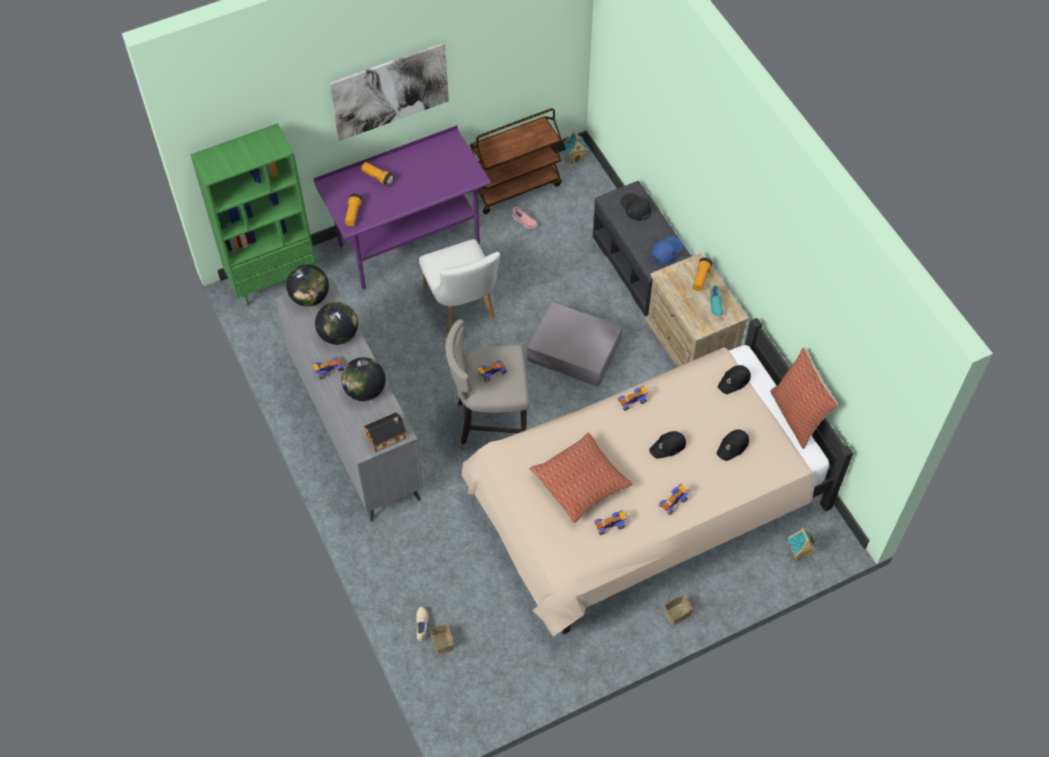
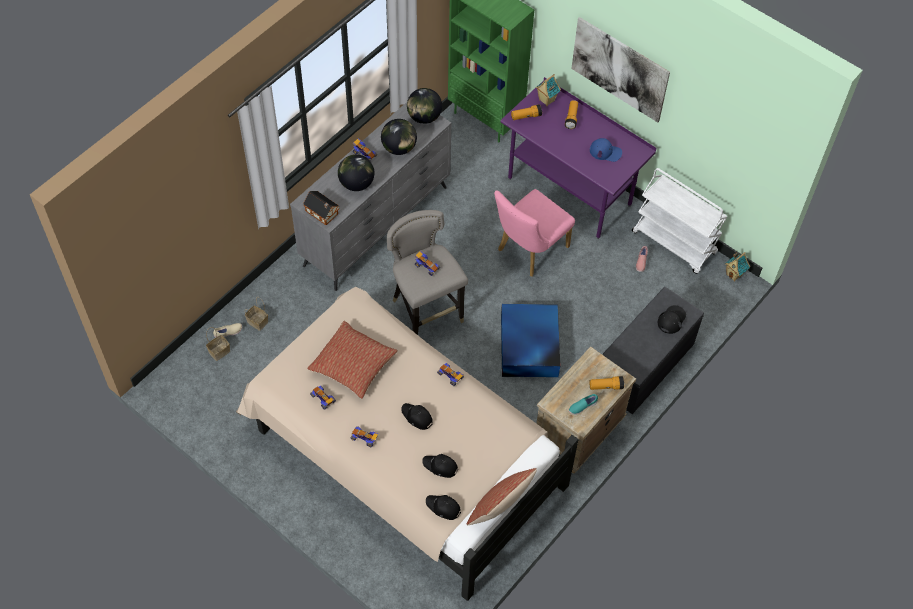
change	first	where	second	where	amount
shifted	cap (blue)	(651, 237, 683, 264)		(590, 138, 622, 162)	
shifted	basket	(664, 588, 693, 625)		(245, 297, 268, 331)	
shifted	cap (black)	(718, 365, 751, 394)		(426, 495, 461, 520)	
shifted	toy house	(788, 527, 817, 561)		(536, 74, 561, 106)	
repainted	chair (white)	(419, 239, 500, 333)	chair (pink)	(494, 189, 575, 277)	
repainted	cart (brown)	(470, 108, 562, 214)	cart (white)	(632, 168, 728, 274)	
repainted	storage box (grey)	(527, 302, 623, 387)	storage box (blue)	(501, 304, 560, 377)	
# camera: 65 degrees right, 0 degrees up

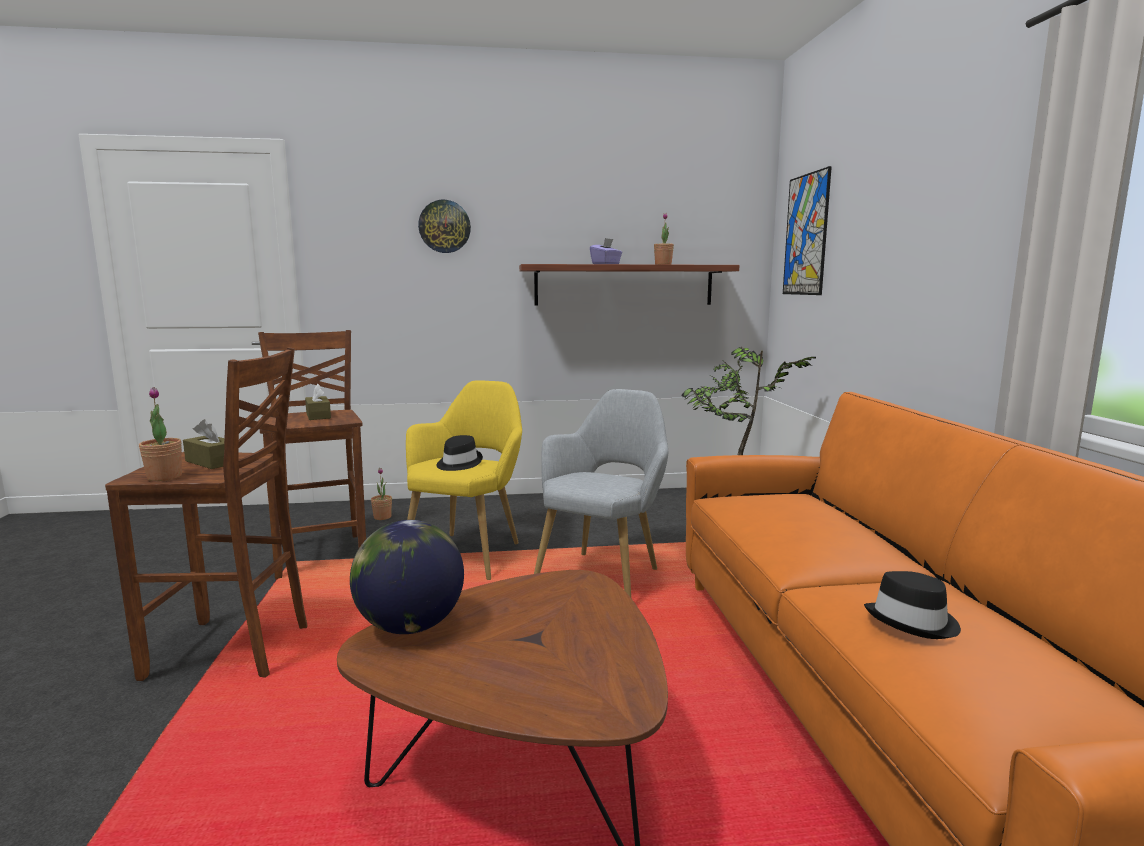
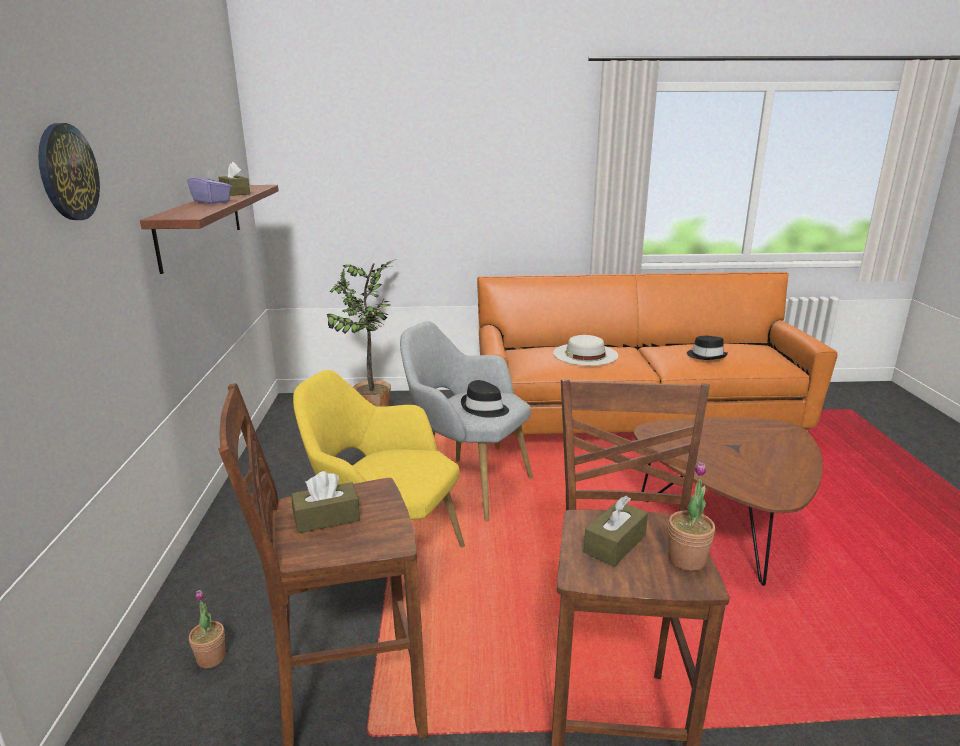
change	first	where	second	where	amount
gone	globe	(350, 520, 464, 634)			
gone	picture	(783, 166, 832, 295)			
new			hat (white)	(553, 335, 618, 366)	
shifted	hat (black)	(437, 435, 483, 471)		(461, 380, 509, 418)	
swapped	potted plant	(654, 213, 674, 265)	tissue box (brown)	(218, 162, 250, 196)	
# camera: 85 degrees left, 10 degrees up

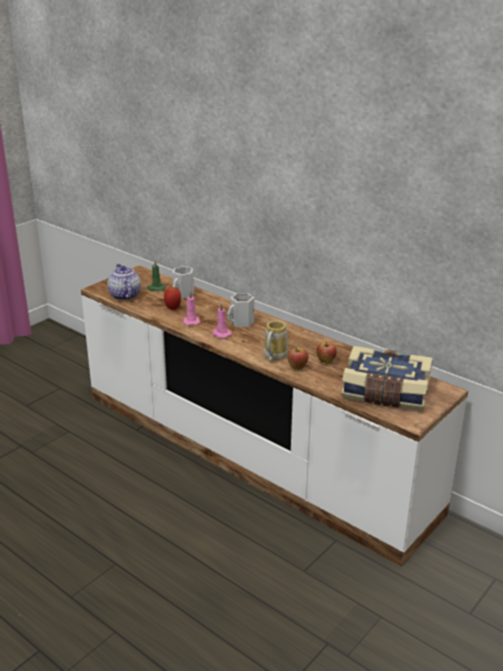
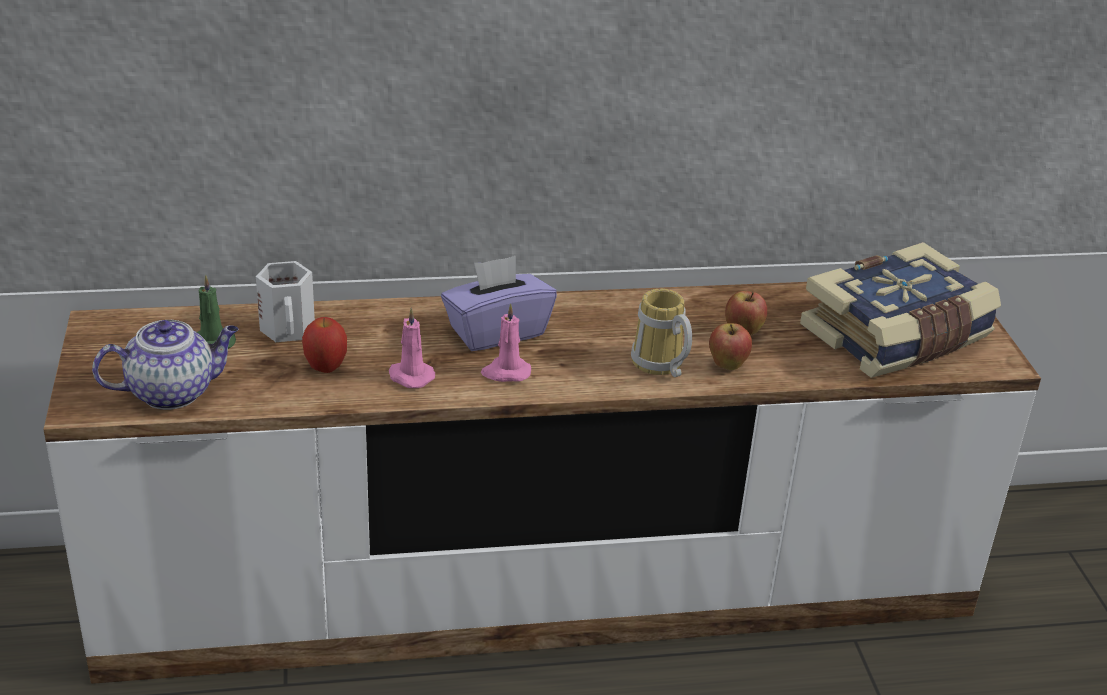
change	first	where	second	where	amount
swapped	mug (white)	(227, 293, 254, 327)	tissue box (purple)	(441, 256, 557, 351)	
rotated	teapot	(107, 264, 141, 300)		(92, 320, 238, 410)	135 degrees clockwise
# camera: 50 degrees left, 5 degrees up

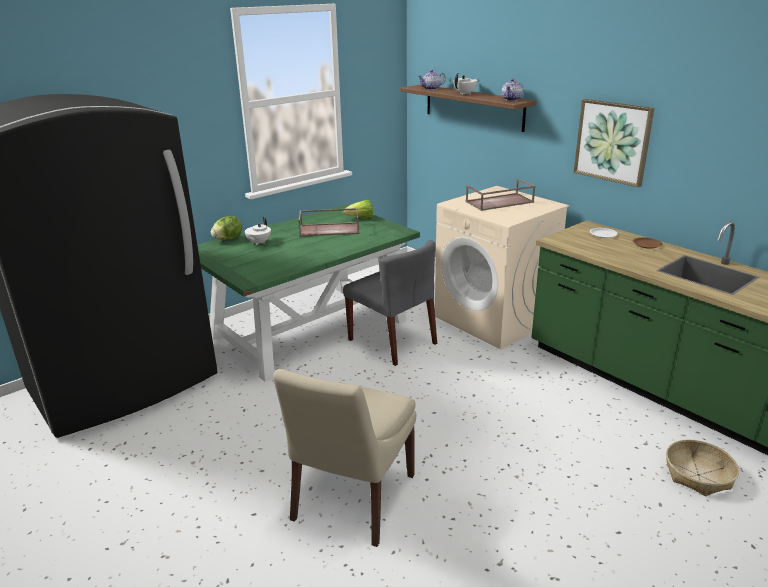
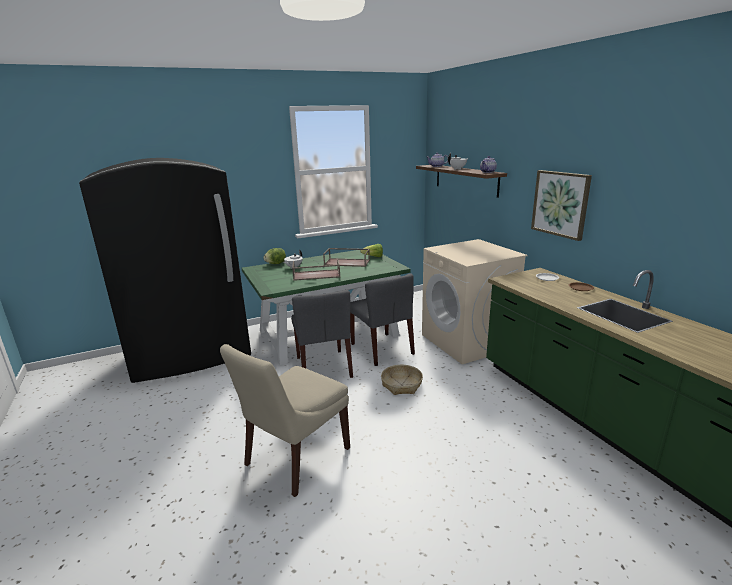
change	first	where	second	where	amount
new			chair (grey)	(291, 290, 353, 378)	
shifted	tray (brown)	(466, 178, 535, 211)		(292, 258, 341, 281)	
shifted	basket	(666, 439, 739, 496)		(381, 365, 423, 395)	
# camera: 15 degrees right, 5 degrees down

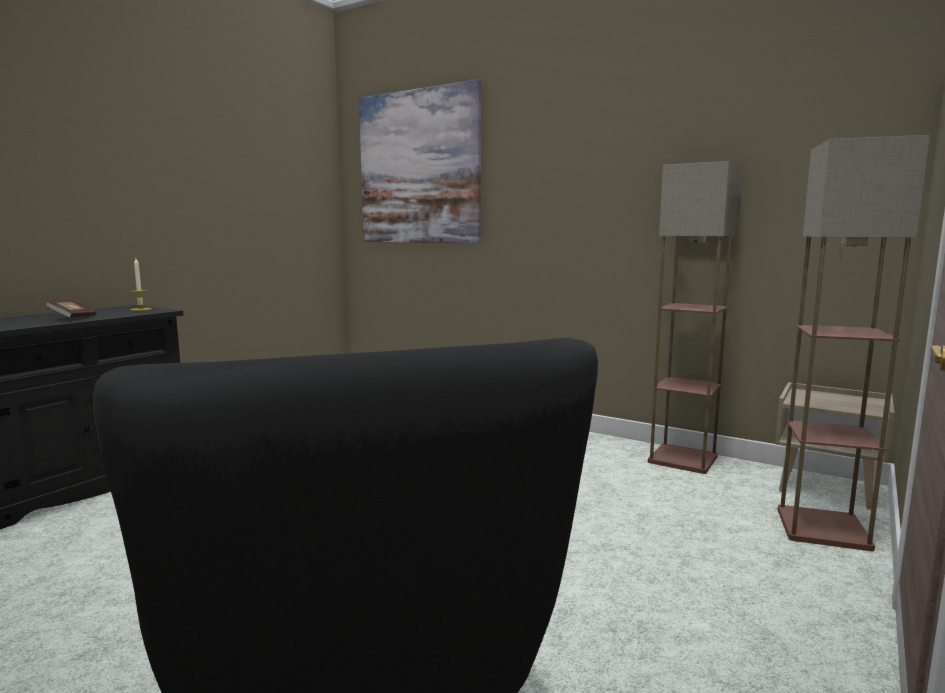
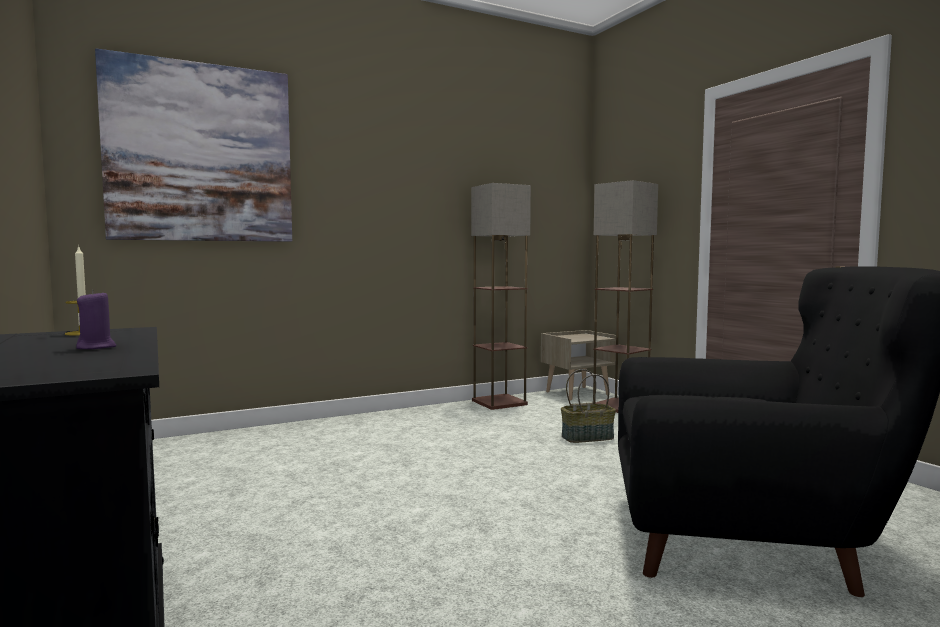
change	first	where	second	where	amount
new			basket	(561, 369, 616, 443)	
swapped	book	(45, 299, 96, 318)	candle (purple)	(76, 290, 116, 349)	
# camera: 60 degrees left, 5 degrees down

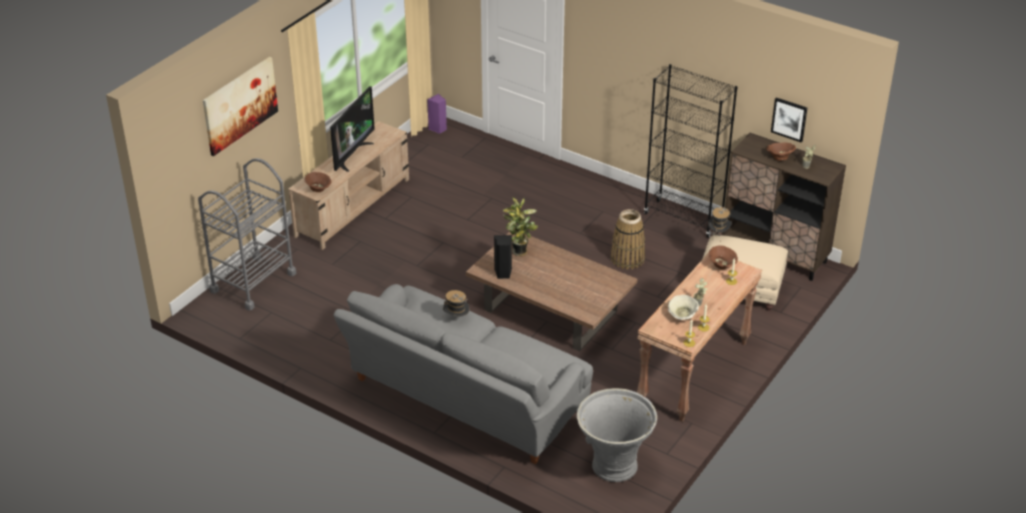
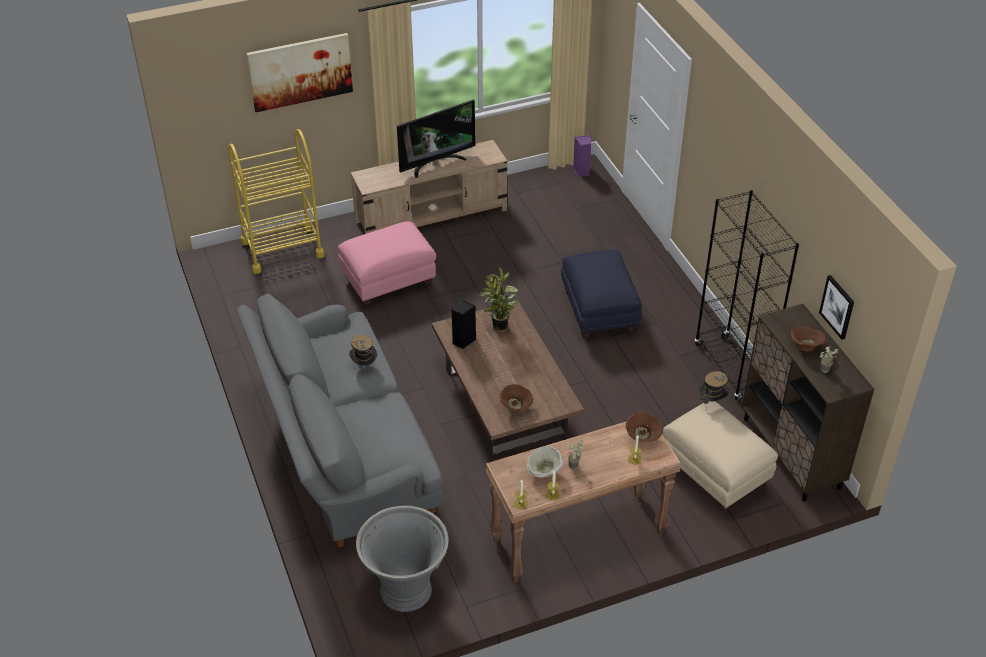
change	first	where	second	where	amount
gone	basket	(610, 209, 645, 270)			
new			ottoman (pink)	(338, 221, 436, 307)	
new			ottoman (blue)	(561, 250, 642, 339)	
shifted	bowl (brown)	(305, 172, 331, 192)		(500, 384, 533, 412)	
repainted	cart (grey)	(198, 158, 296, 310)	cart (yellow)	(228, 129, 325, 274)	
# camera: 35 degrees right, 5 degrees up

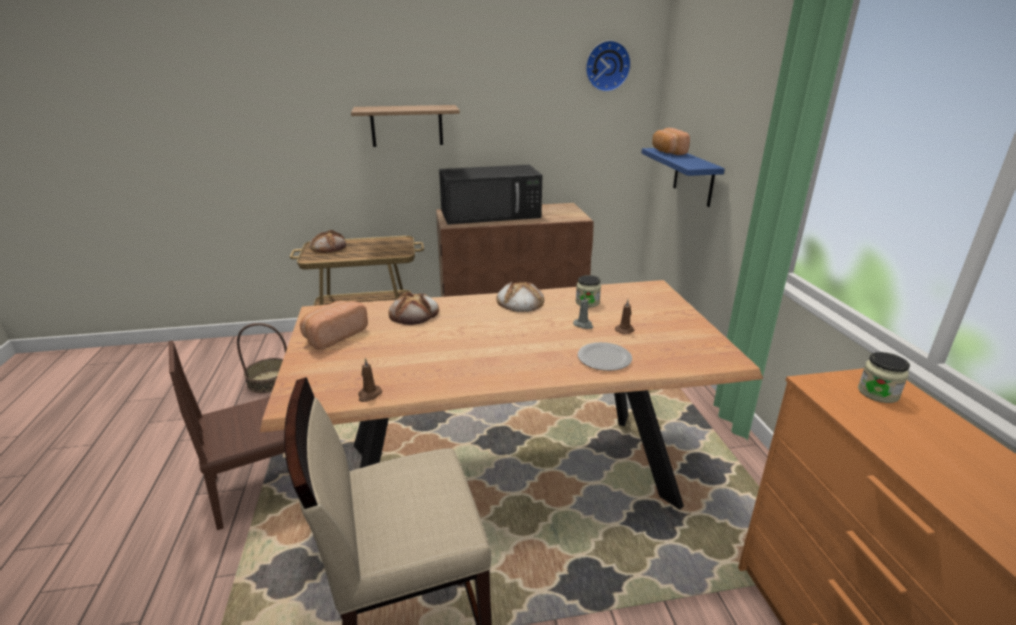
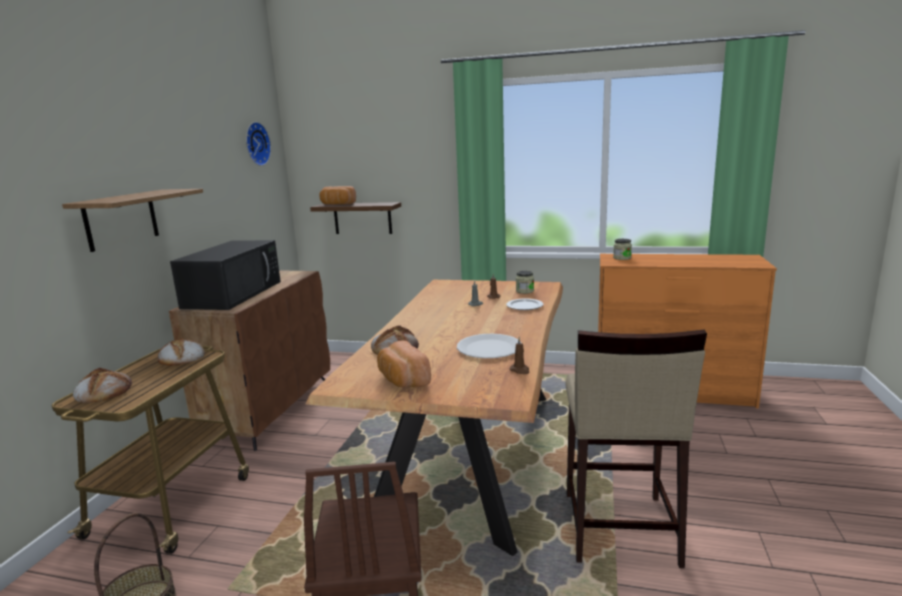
change	first	where	second	where	amount
new			plate (white)	(457, 334, 521, 358)	
shifted	bread	(496, 281, 544, 312)		(158, 338, 205, 366)	
shifted	jar	(576, 275, 601, 307)		(516, 271, 534, 294)	
repainted	shelf (blue)	(642, 148, 725, 207)	shelf (brown)	(310, 202, 401, 234)	
# camera: 65 degrees left, 10 degrees down

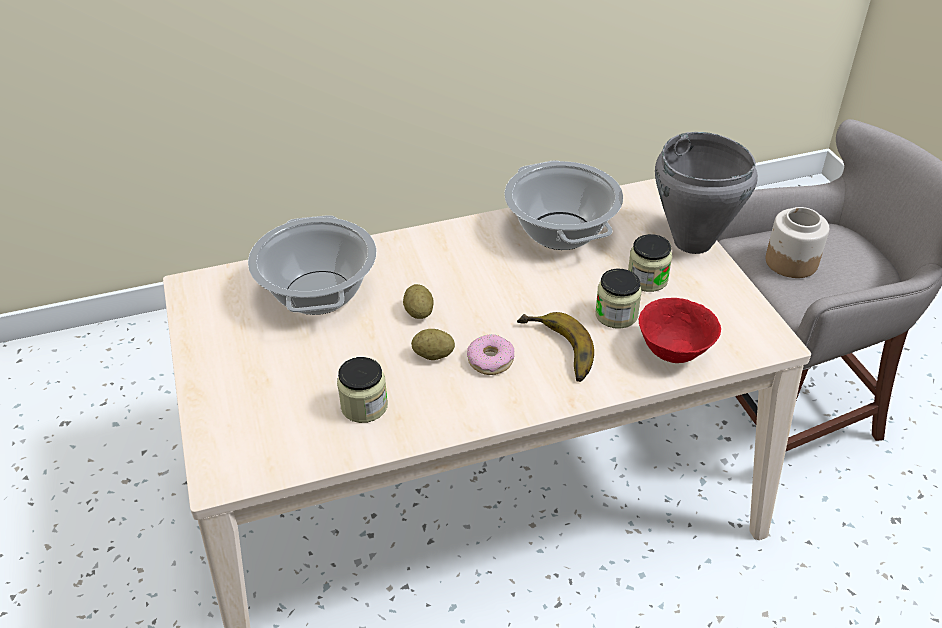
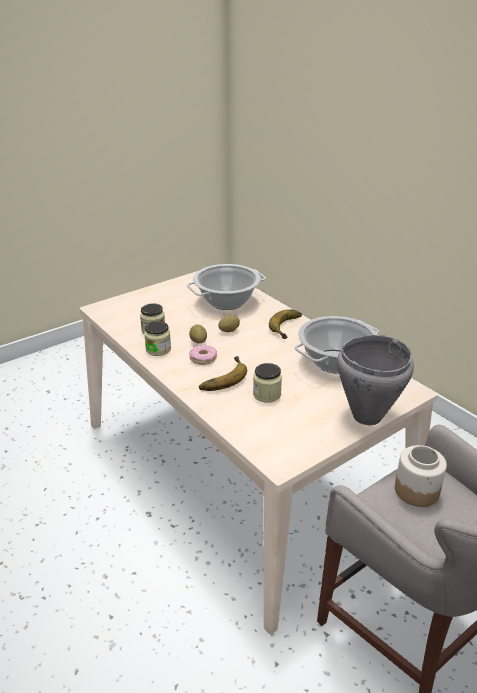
change	first	where	second	where	amount
gone	bowl (red)	(639, 298, 721, 363)			
new			banana	(269, 310, 302, 339)	
shifted	jar	(628, 234, 672, 292)		(144, 321, 171, 356)	
# camera: 70 degrees right, 10 degrees down

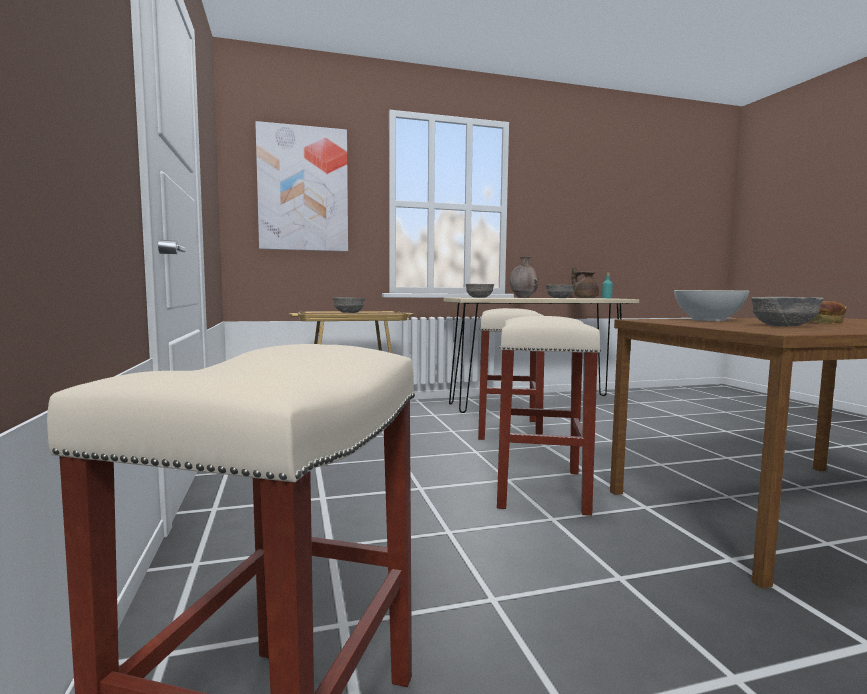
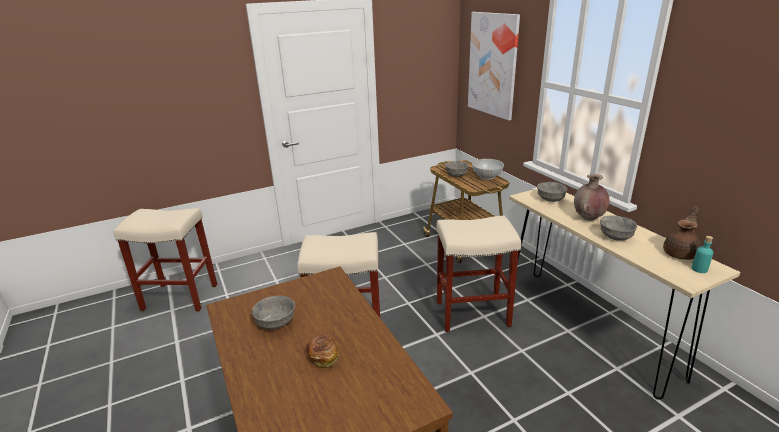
change	first	where	second	where	amount
shifted	bowl (white)	(674, 290, 750, 321)		(472, 159, 504, 180)	
# camera: 80 degrees right, 20 degrees up

